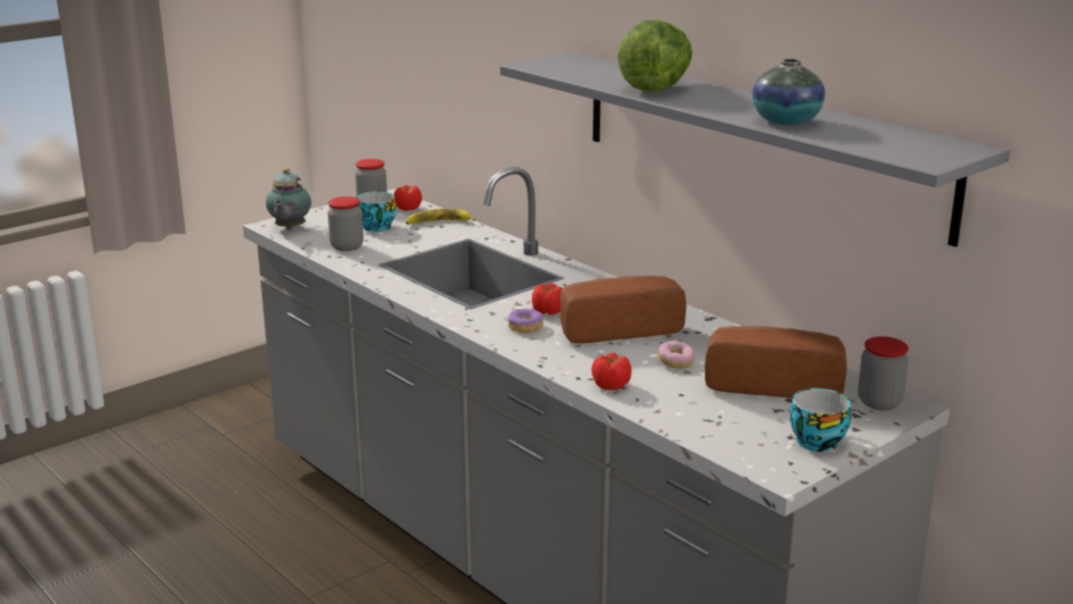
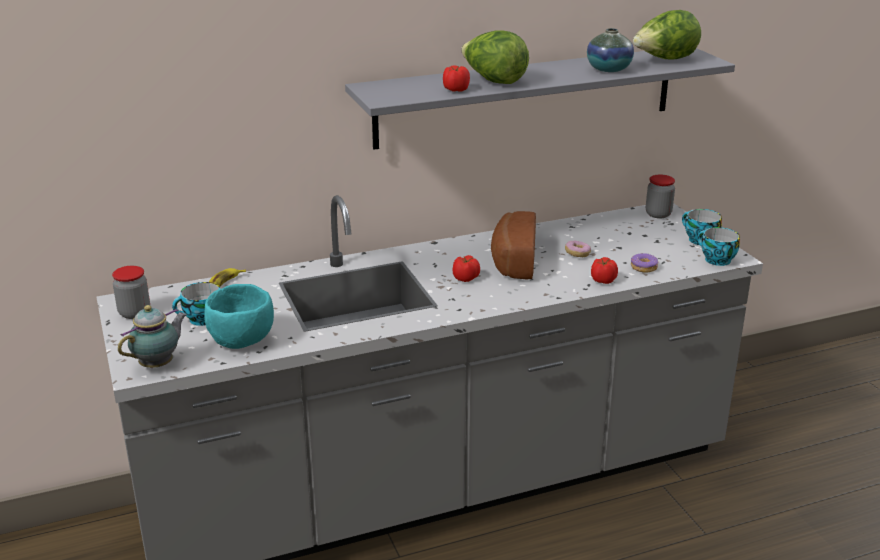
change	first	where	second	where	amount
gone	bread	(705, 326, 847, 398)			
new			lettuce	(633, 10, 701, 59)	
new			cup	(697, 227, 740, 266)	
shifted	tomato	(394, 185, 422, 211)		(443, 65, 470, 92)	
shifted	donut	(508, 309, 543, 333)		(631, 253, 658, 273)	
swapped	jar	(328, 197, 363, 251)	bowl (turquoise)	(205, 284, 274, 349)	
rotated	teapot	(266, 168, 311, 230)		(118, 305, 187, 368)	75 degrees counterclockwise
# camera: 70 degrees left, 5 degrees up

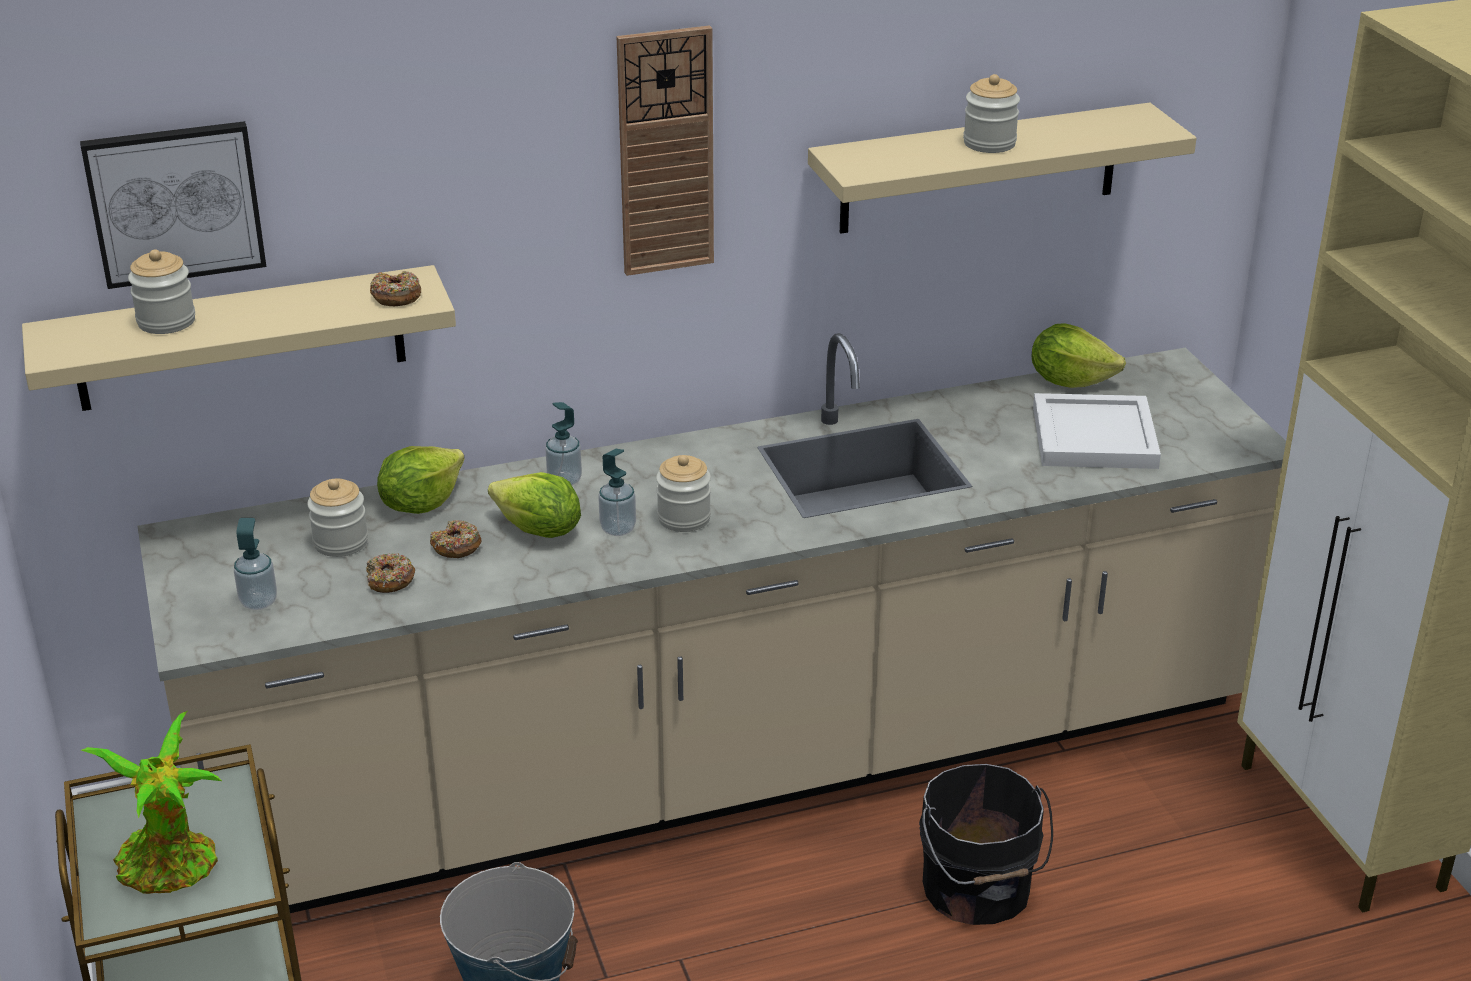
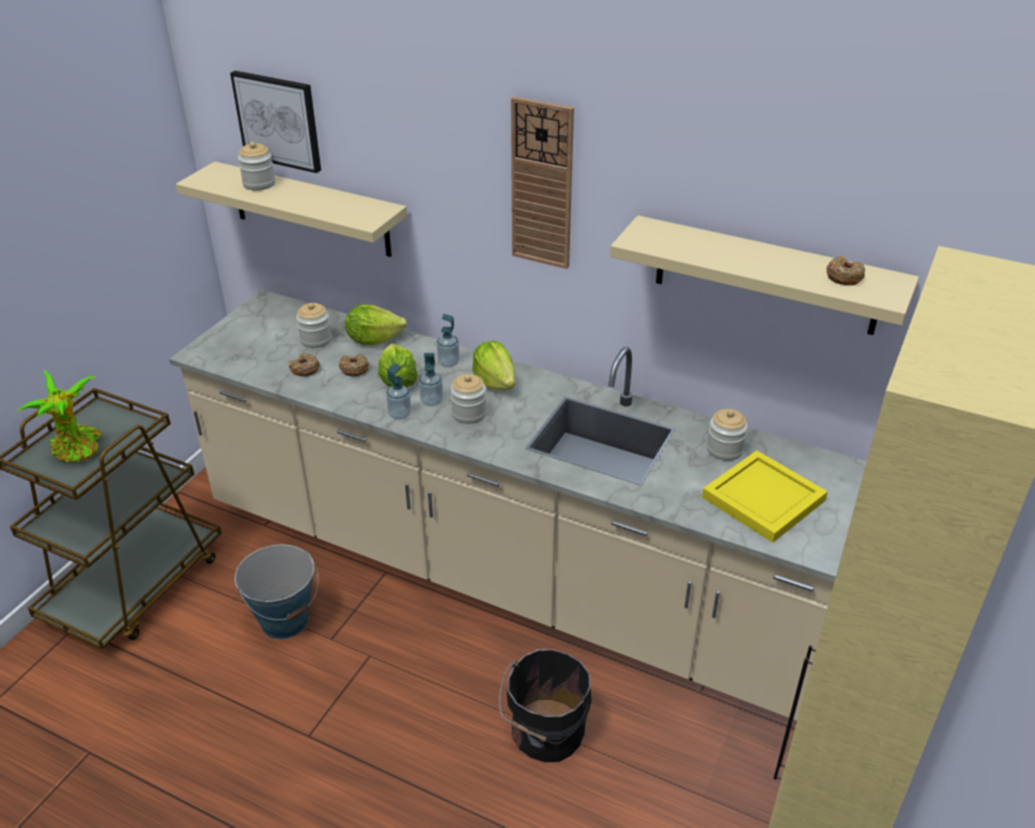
change	first	where	second	where	amount
shifted	soap dispenser	(234, 518, 277, 610)		(386, 363, 411, 420)	
shifted	donut	(370, 271, 421, 306)		(826, 256, 865, 286)	
shifted	jar	(963, 74, 1020, 153)		(707, 409, 748, 461)	
shifted	lettuce	(1032, 323, 1126, 388)		(472, 341, 515, 390)	
repainted	tray (white)	(1033, 393, 1161, 469)	tray (yellow)	(702, 450, 828, 543)	
# camera: 45 degrees right, 5 degrees up

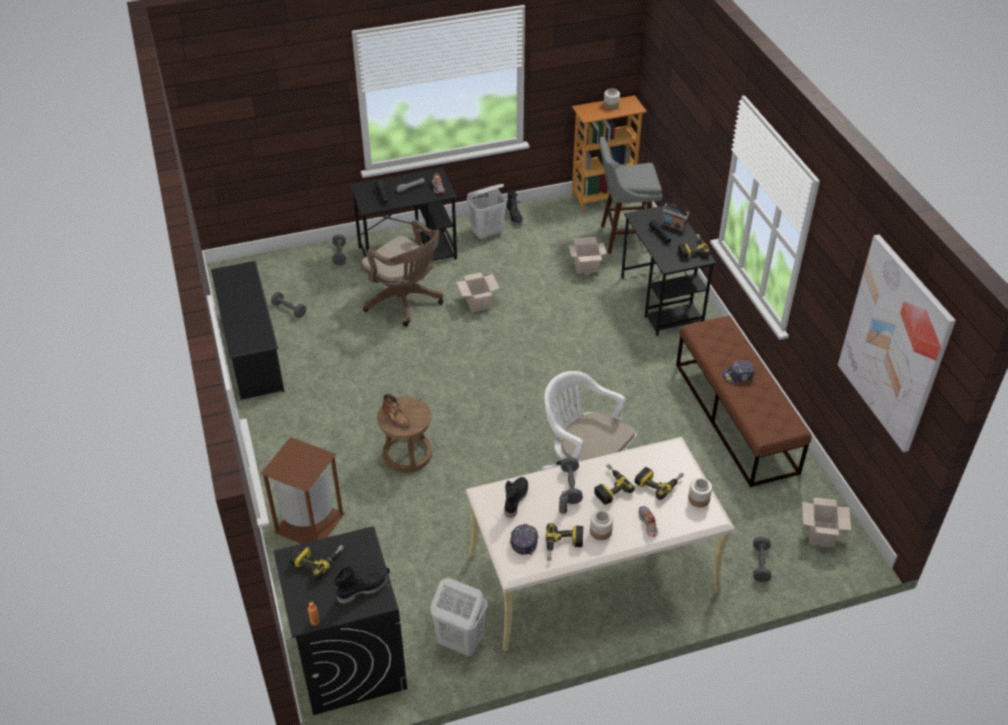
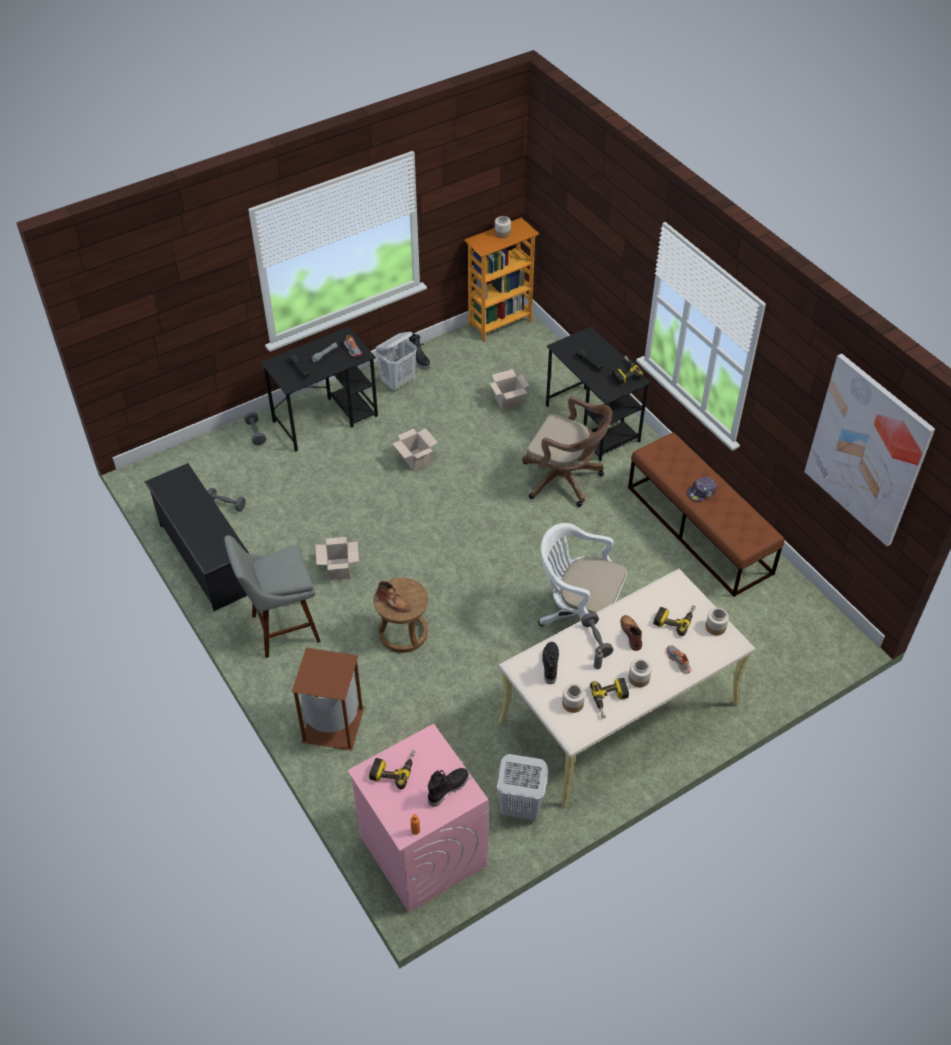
change	first	where	second	where	amount
gone	radio	(661, 204, 689, 233)			
gone	dumbbell (grey)	(753, 537, 771, 582)			
shifted	office chair (brown)	(361, 220, 443, 327)		(522, 396, 612, 507)	
shifted	stool (grey)	(599, 137, 662, 254)		(224, 535, 321, 658)	
shifted	cardboard box	(802, 497, 851, 546)		(316, 537, 359, 580)	
swapped	cap	(510, 524, 539, 555)	jar	(562, 684, 585, 713)	
swapped	power drill	(594, 464, 635, 505)	boot (brown)	(620, 615, 642, 651)	
repainted	washing machine (black)	(273, 526, 407, 715)	washing machine (pink)	(347, 724, 489, 913)	
# camera: 15 degrees left, 5 degrees up

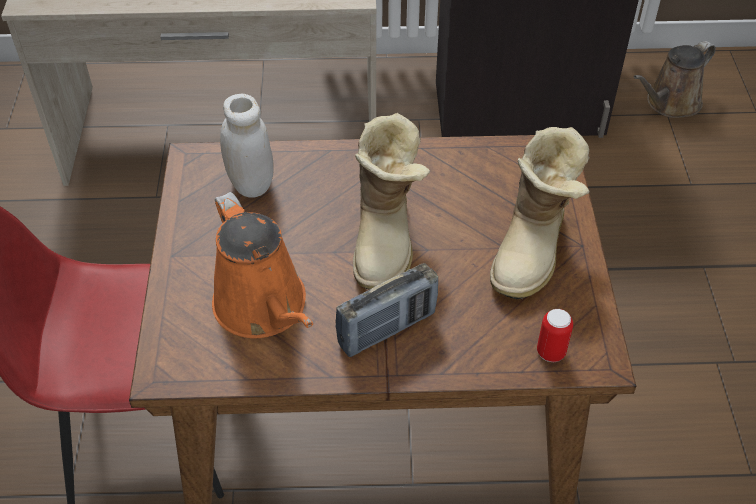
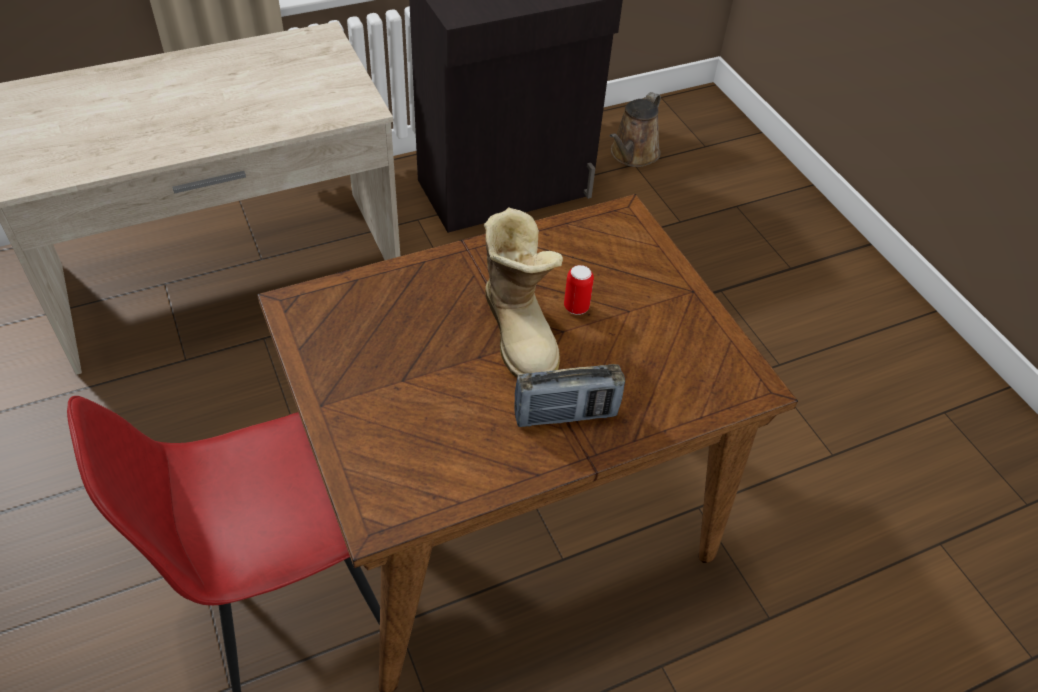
change	first	where	second	where	amount
gone	watering can (orange)	(212, 192, 313, 338)			
gone	jar (white)	(220, 94, 274, 198)			
gone	boot	(490, 127, 590, 300)			
shifted	can	(537, 309, 573, 362)		(564, 265, 594, 315)	
rotated	radio	(335, 263, 438, 357)		(514, 364, 625, 427)	45 degrees clockwise
# camera: 25 degrees left, 0 degrees up

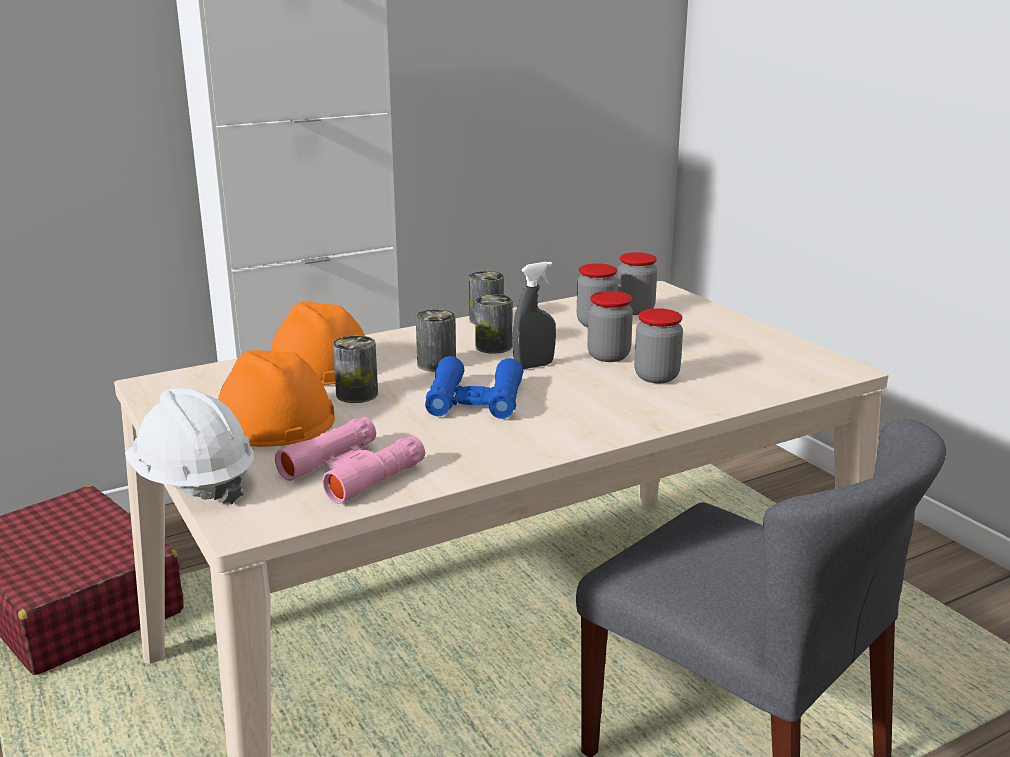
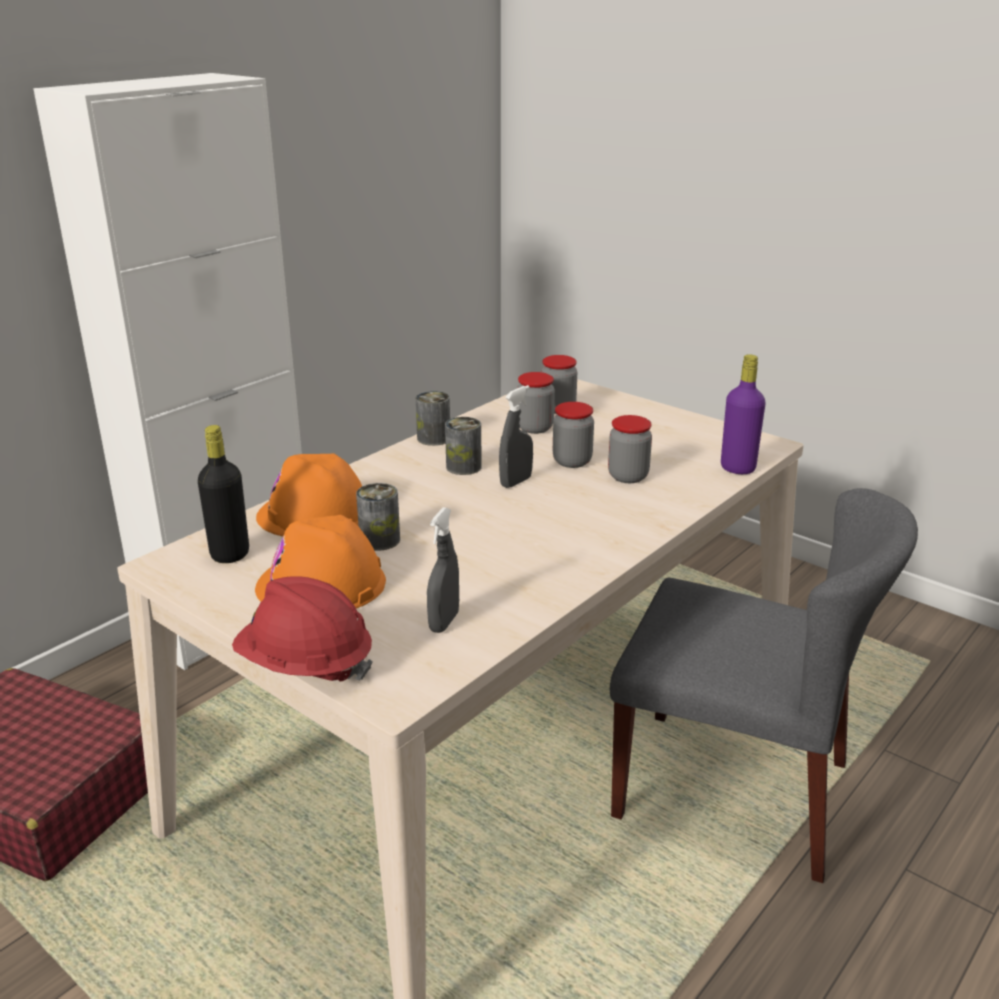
change	first	where	second	where	amount
gone	can	(416, 309, 456, 372)			
gone	binoculars (blue)	(425, 356, 523, 419)			
new			bottle (black)	(198, 425, 249, 563)	
new			bottle (purple)	(721, 354, 766, 474)	
swapped	binoculars (pink)	(275, 417, 425, 504)	spray bottle (grey)	(427, 507, 459, 633)	
repainted	hard hat (white)	(125, 388, 254, 505)	hard hat (red)	(232, 576, 373, 682)	
# camera: 20 degrees left, 5 degrees up

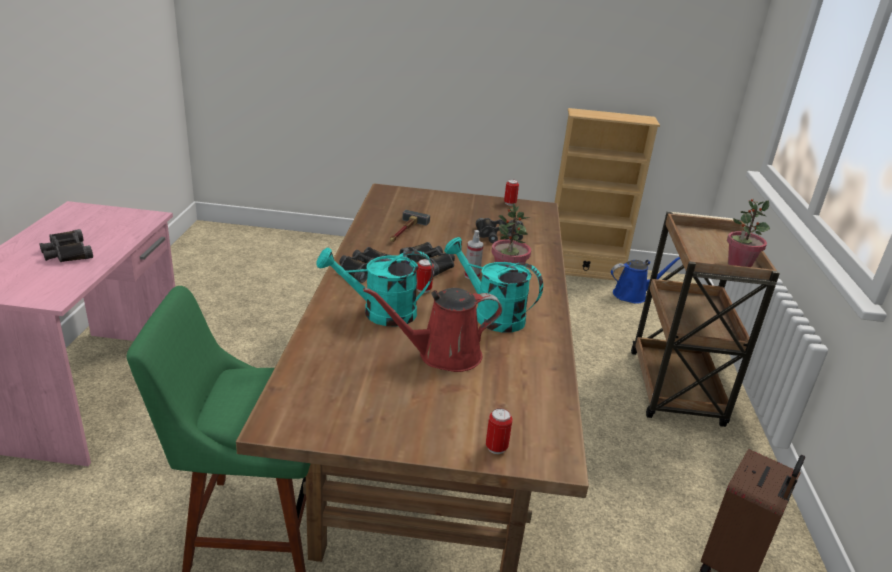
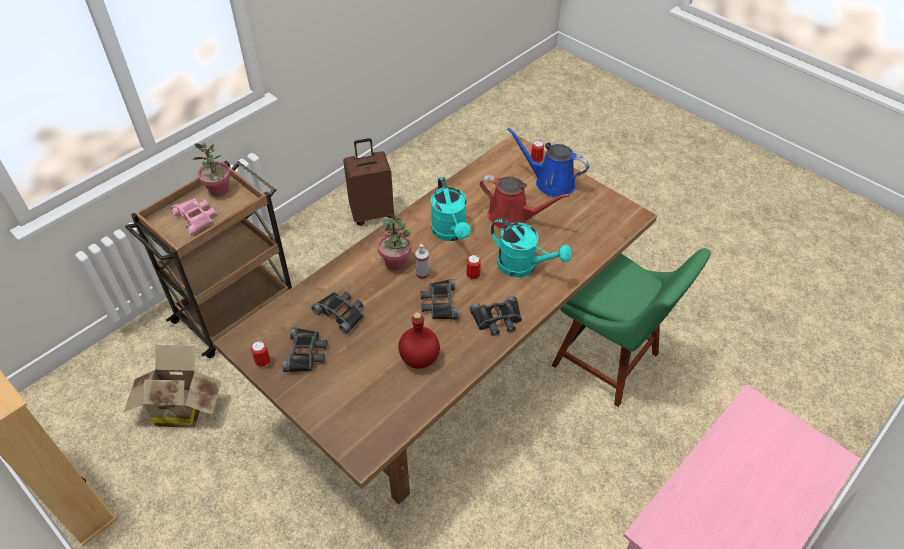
change	first	where	second	where	amount
new			cardboard box	(123, 345, 221, 428)	
new			binoculars (pink)	(170, 198, 216, 235)	
shifted	binoculars (black)	(40, 229, 93, 262)		(283, 328, 327, 372)	
shifted	watering can (blue)	(611, 257, 680, 303)		(507, 127, 589, 197)	
swapped	hammer	(390, 210, 430, 242)	bottle (red)	(398, 312, 440, 369)	
# camera: 140 degrees left, 20 degrees up

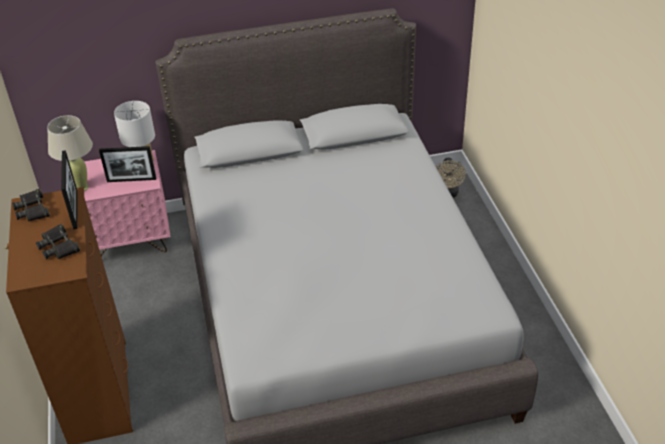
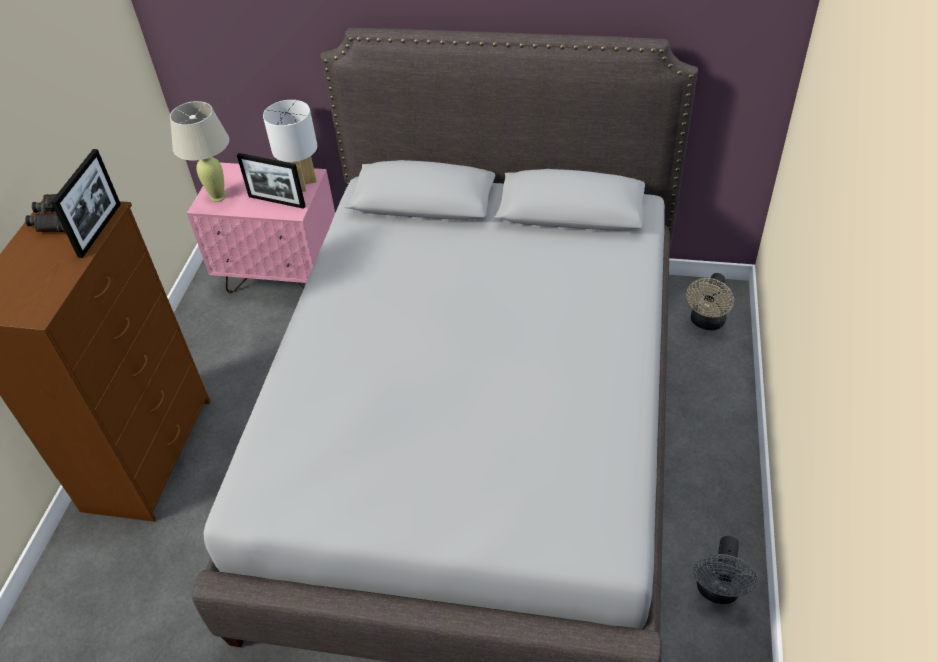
change	first	where	second	where	amount
gone	binoculars (black)	(36, 224, 80, 259)			
new			fan (grey)	(694, 536, 757, 604)	
# camera: 25 degrees right, 5 degrees up

